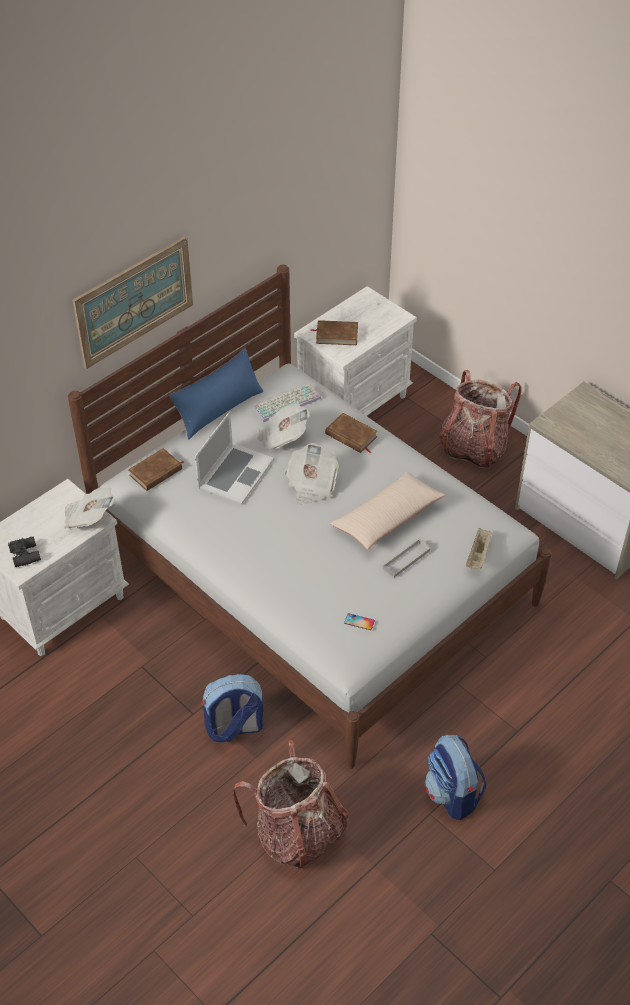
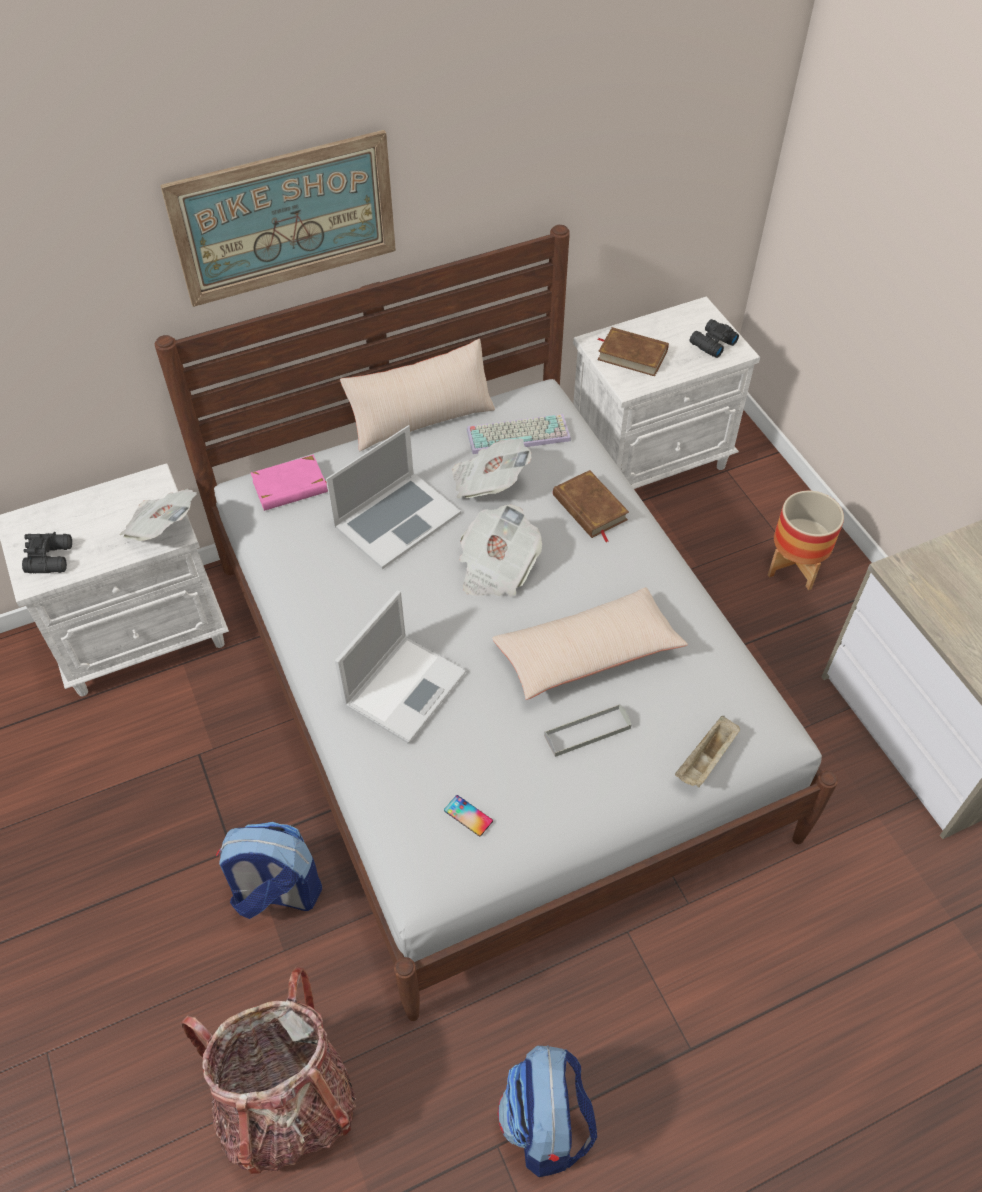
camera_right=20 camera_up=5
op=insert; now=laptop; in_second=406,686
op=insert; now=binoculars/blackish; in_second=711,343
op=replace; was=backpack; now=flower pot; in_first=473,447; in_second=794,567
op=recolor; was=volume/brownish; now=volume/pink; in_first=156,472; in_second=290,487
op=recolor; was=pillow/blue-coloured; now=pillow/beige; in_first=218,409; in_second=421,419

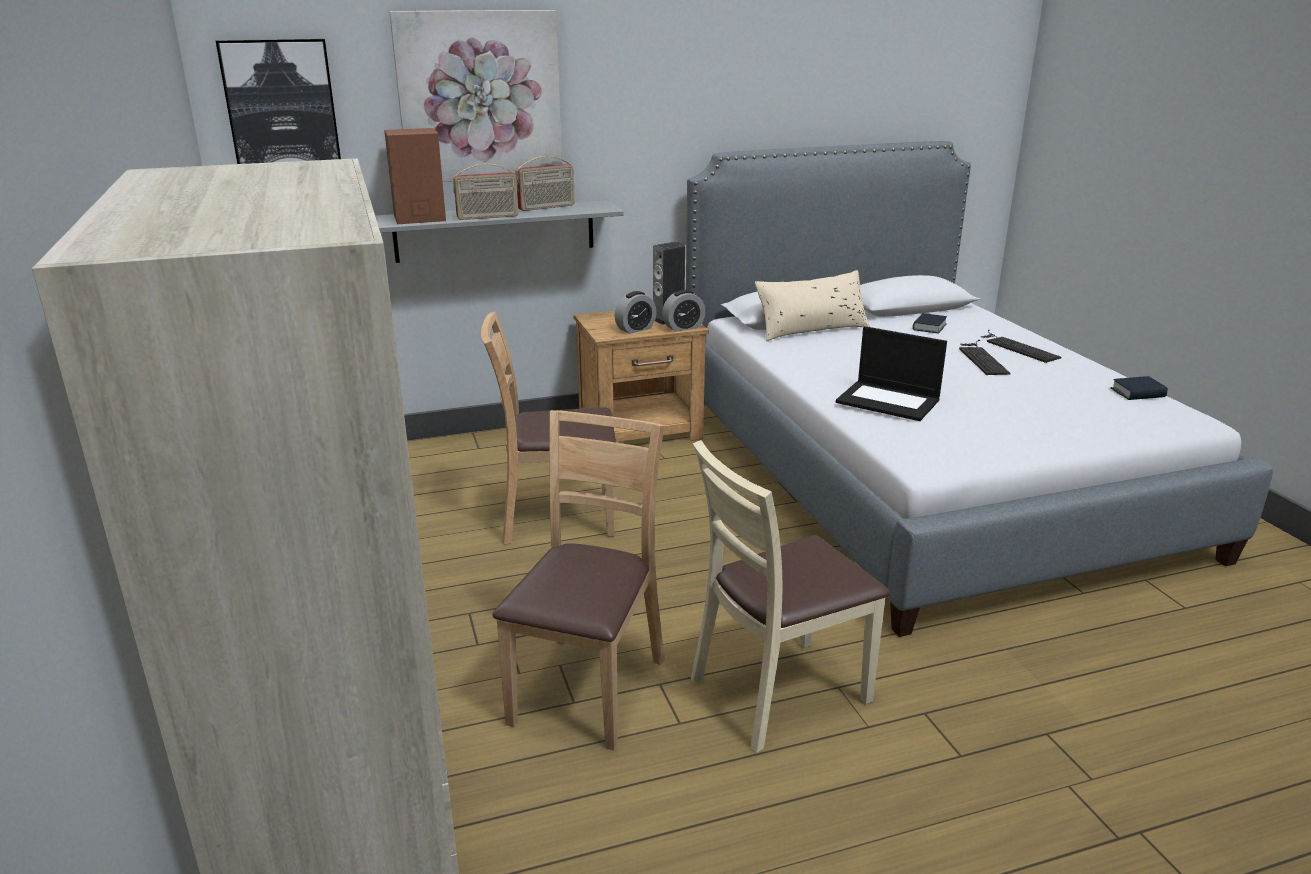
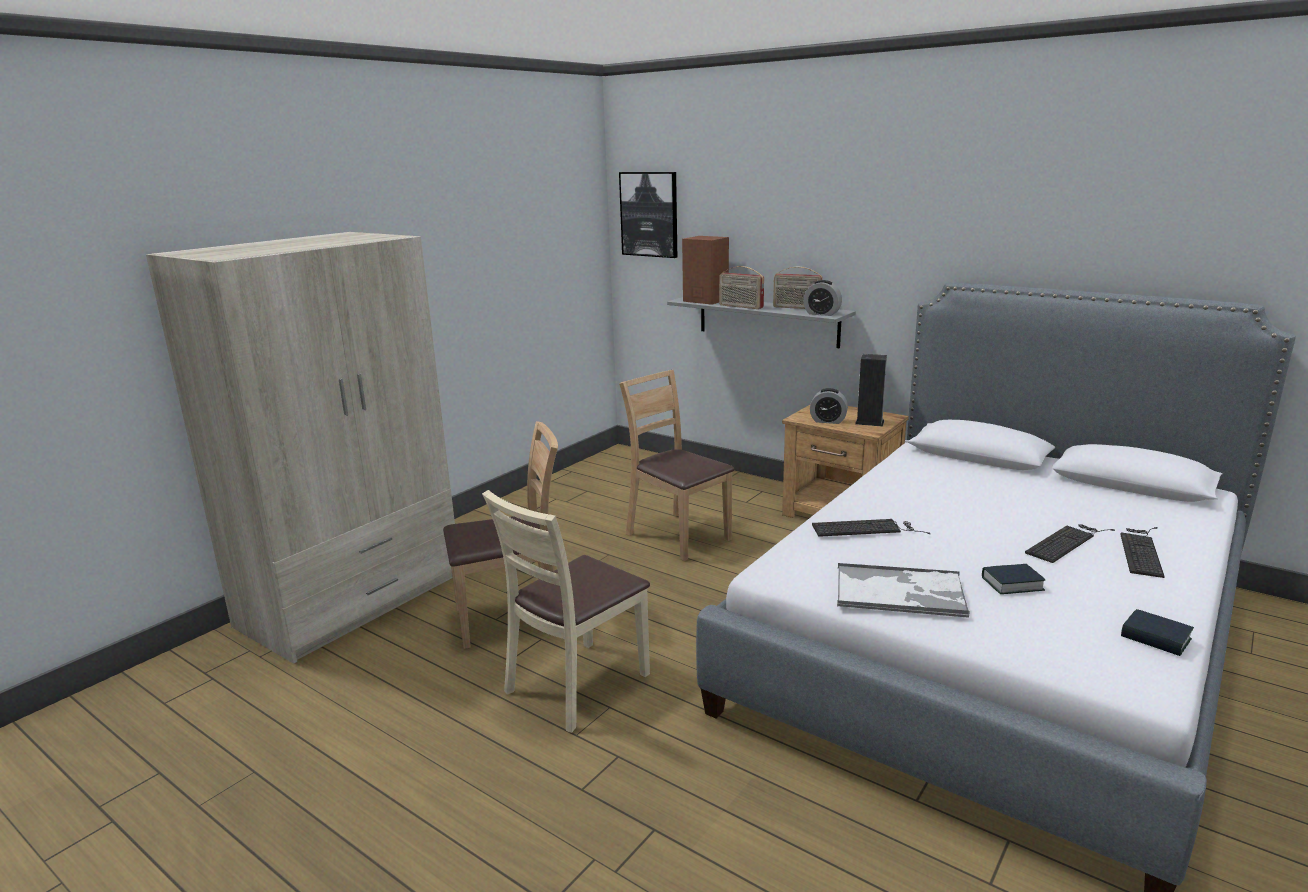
camera_right=55 camera_up=-5
op=delete; was=picture; in_first=480,97
op=delete; was=pillow/beige; in_first=811,329
op=insert; now=tray; in_second=901,591
op=move; was=table clock; in_first=683,327; in_second=822,314
op=move; was=volume; in_first=929,327; in_second=1012,584
op=replace; was=laptop; now=computer keyboard; in_first=889,401; in_second=866,529
op=rotate; was=chair/beige; in_first=778,692; in_second=577,685; clockwise=-75

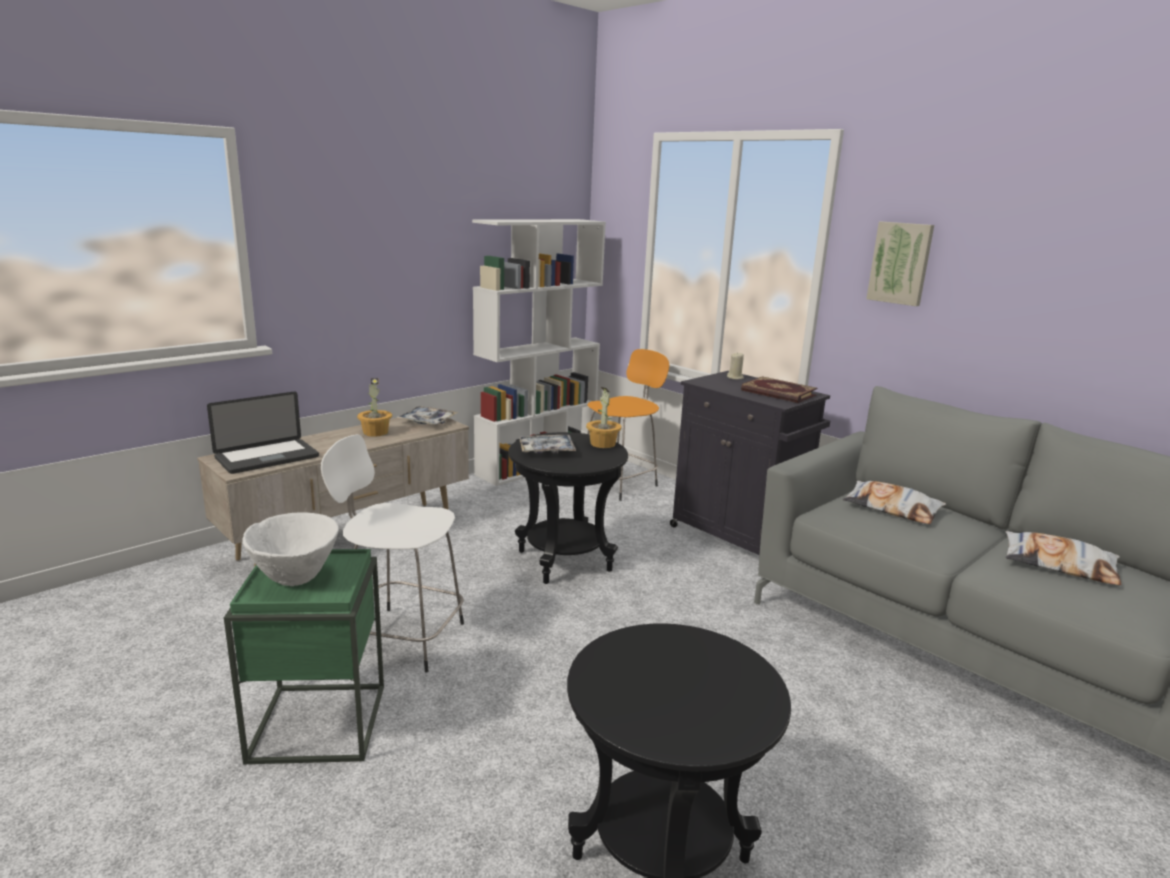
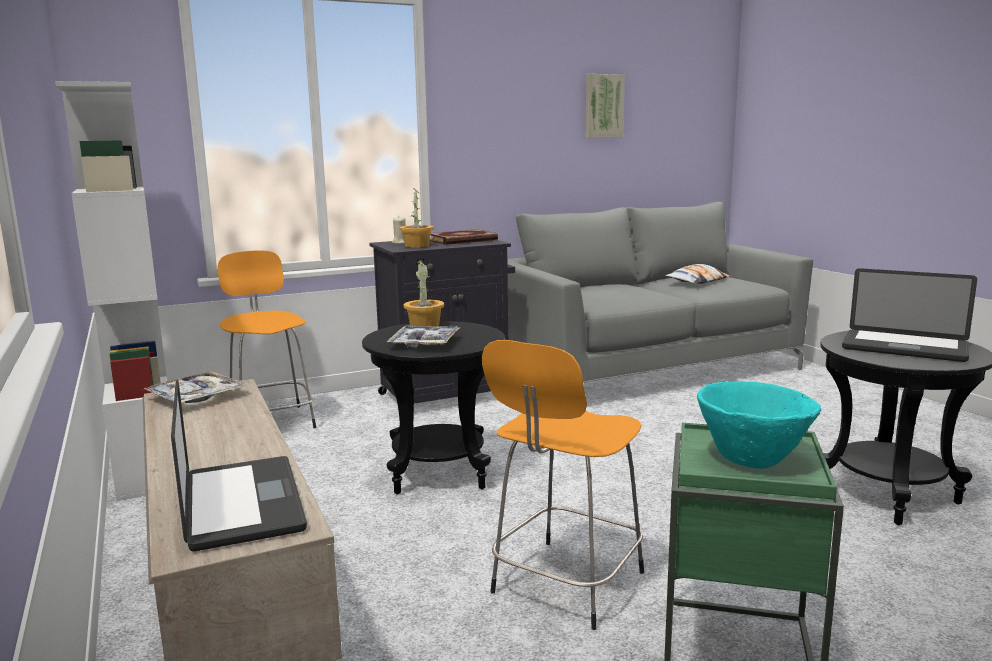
camera_right=-70 camera_up=-5
op=delete; was=pillow; in_first=892,508
op=insert; now=laptop; in_second=904,347
op=move; was=plant in a pot; in_first=375,432; in_second=416,245
op=move; was=picture; in_first=900,263; in_second=603,106
op=recolor; was=bowl/white; now=bowl/turquoise-coloured; in_first=295,578; in_second=753,460
op=recolor; was=stool/white; now=stool/orange-coloured; in_first=402,638; in_second=565,585

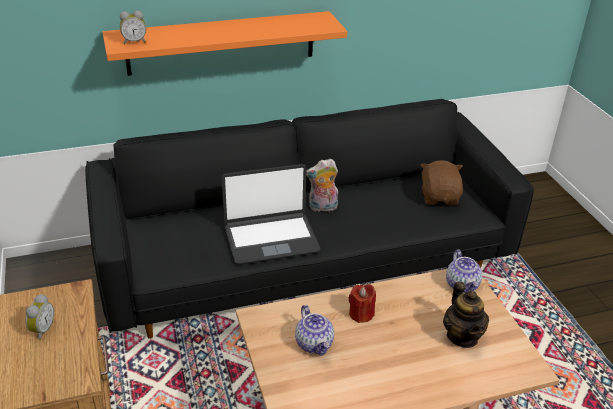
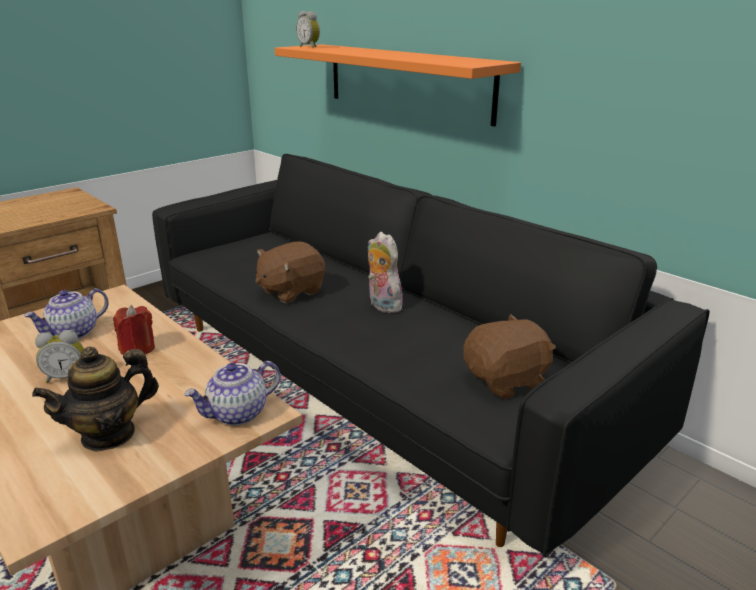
camera_right=65 camera_up=-10
op=move; was=table clock; in_first=41,330; in_second=67,377
op=replace; was=laptop; now=soft toy/brownish; in_first=271,239; in_second=290,291

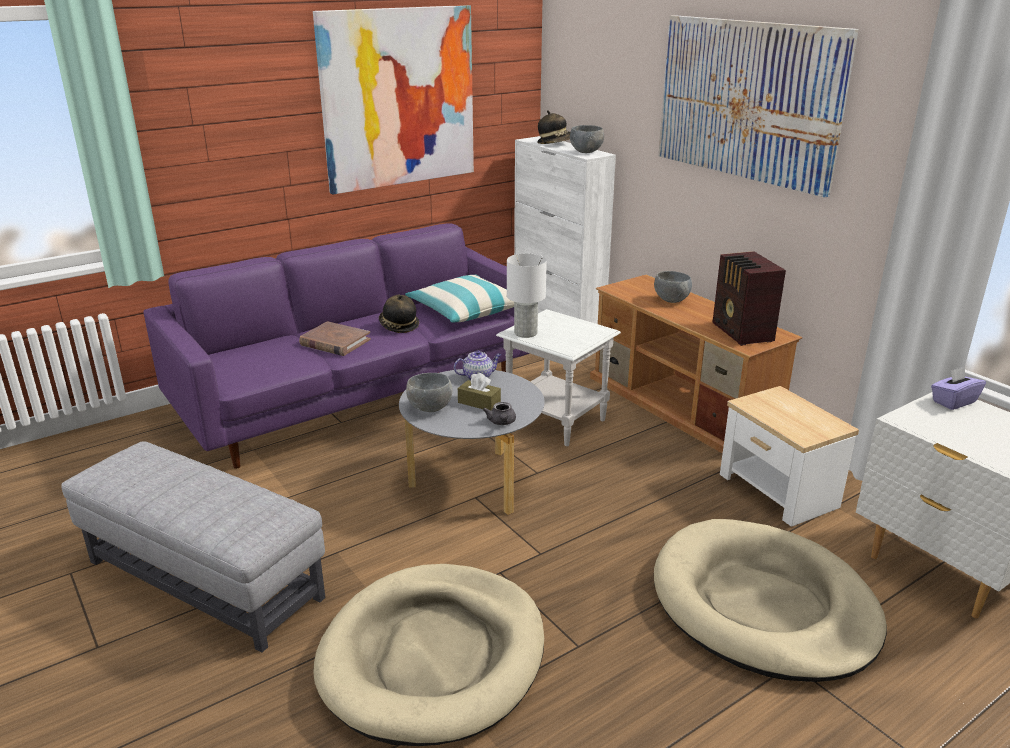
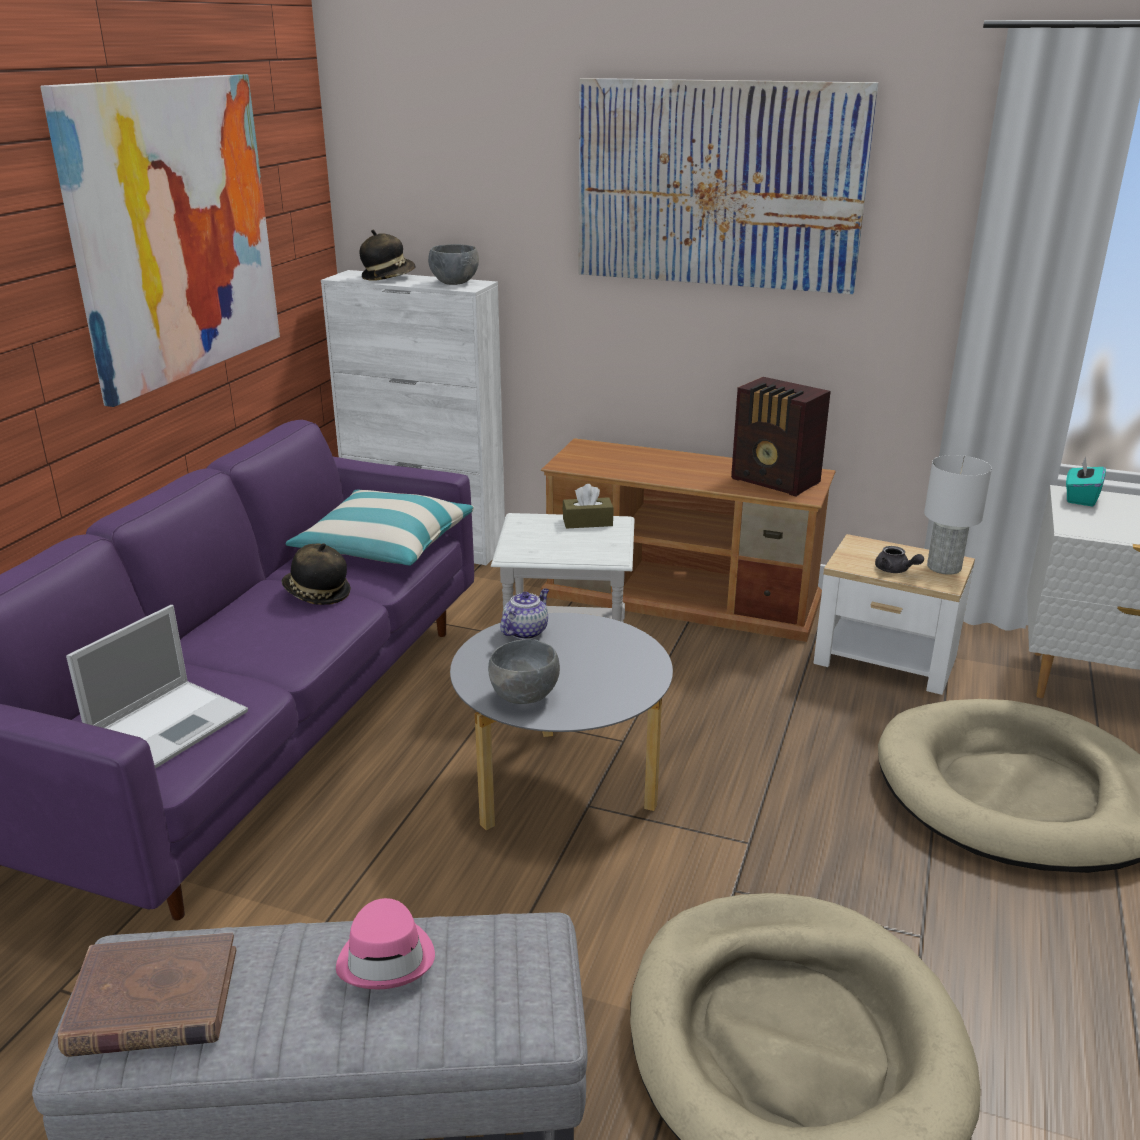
camera_right=-35 camera_up=0
op=delete; was=bowl/gray; in_first=671,300
op=insert; now=laptop; in_second=170,724
op=insert; now=wearable hat/pink; in_second=387,957
op=move; was=volume/brownish; in_first=335,342; in_second=153,1002
op=move; was=tissue box/brownish; in_first=479,402; in_second=587,522
op=move; was=teapot/gray; in_first=501,422; in_second=895,570
op=move; was=tabletop lamp/white; in_first=525,333; in_second=943,567
op=recolor; was=tissue box/purple; now=tissue box/turquoise-coloured; in_first=953,401; in_second=1080,498

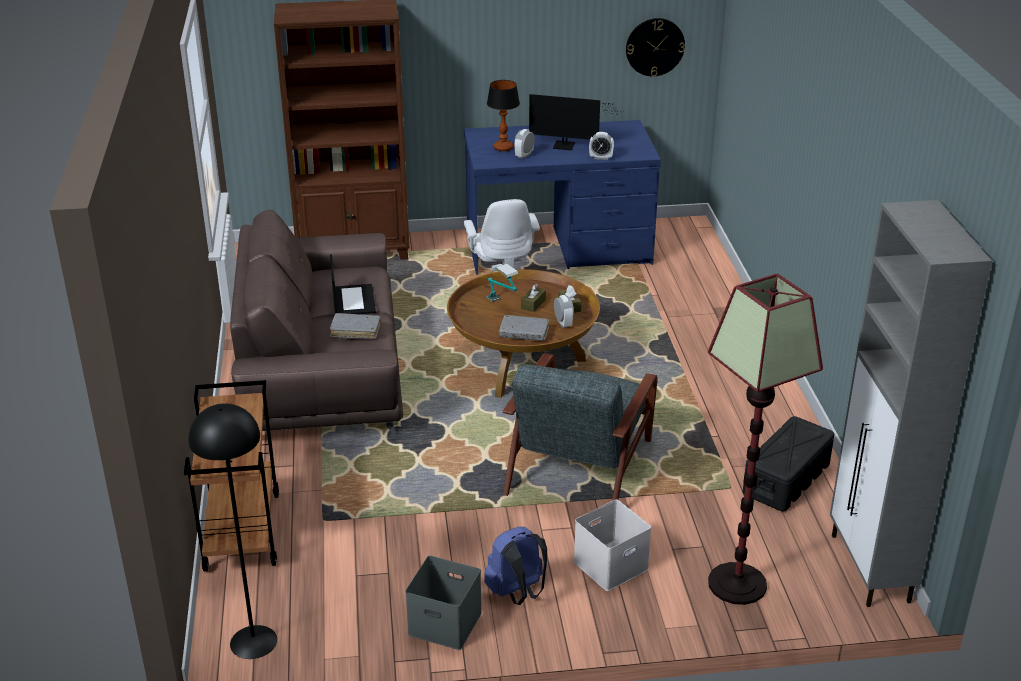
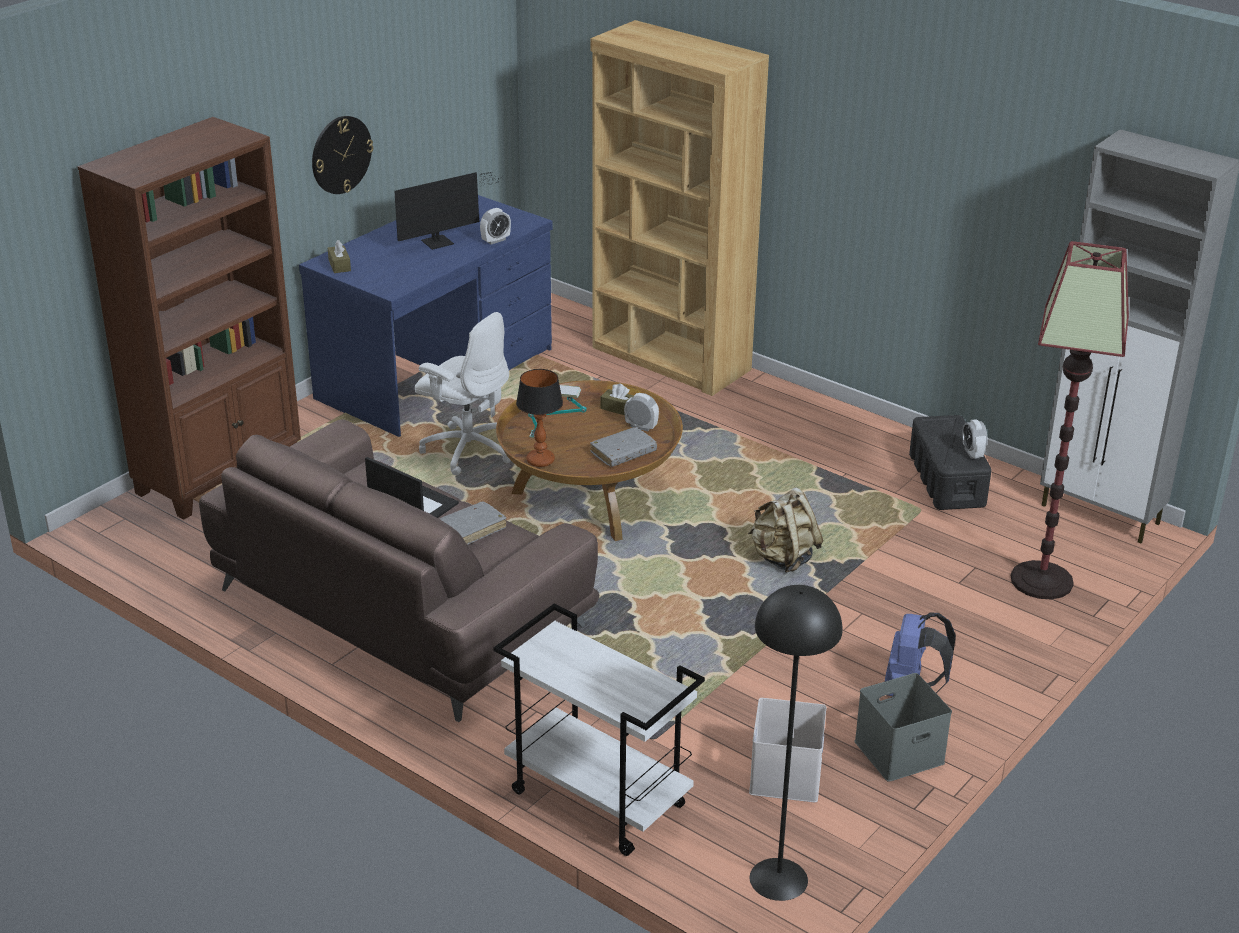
camera_right=-45 camera_up=0
op=insert; now=bookcase/brownish; in_second=670,359
op=move; was=tabletop lamp; in_first=502,148; in_second=540,461
op=move; was=table clock; in_first=524,155; in_second=972,453
op=move; was=tissue box/brownish; in_first=533,304; in_second=339,265
op=move; was=storage bin/white; in_first=611,564; in_second=784,774
op=move; was=wall clock; in_first=655,47; in_second=341,154
op=replace; was=lounge chair/gray; now=backpack/beige; in_first=579,464; in_second=783,558
op=recolor; was=wheeled cart/brownish; now=wheeled cart/white; in_first=241,531; in_second=595,799

